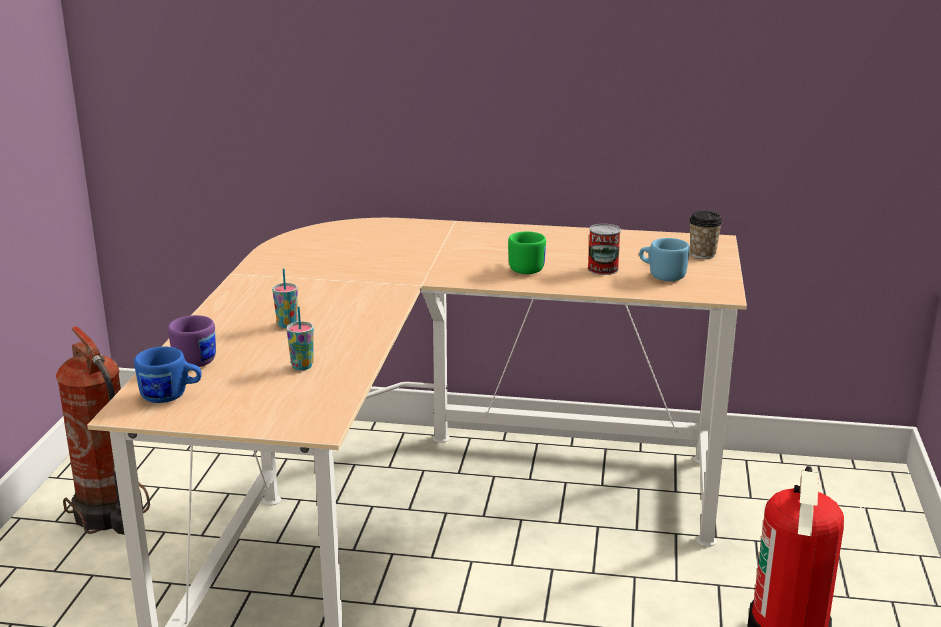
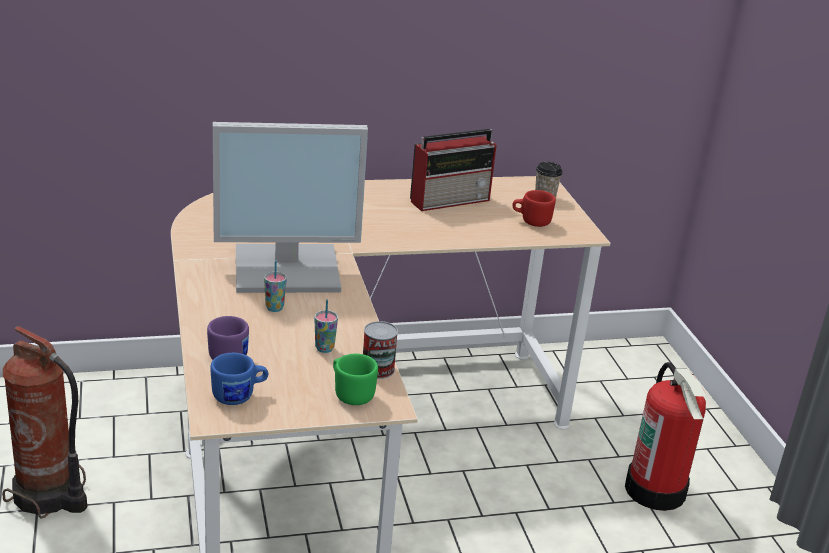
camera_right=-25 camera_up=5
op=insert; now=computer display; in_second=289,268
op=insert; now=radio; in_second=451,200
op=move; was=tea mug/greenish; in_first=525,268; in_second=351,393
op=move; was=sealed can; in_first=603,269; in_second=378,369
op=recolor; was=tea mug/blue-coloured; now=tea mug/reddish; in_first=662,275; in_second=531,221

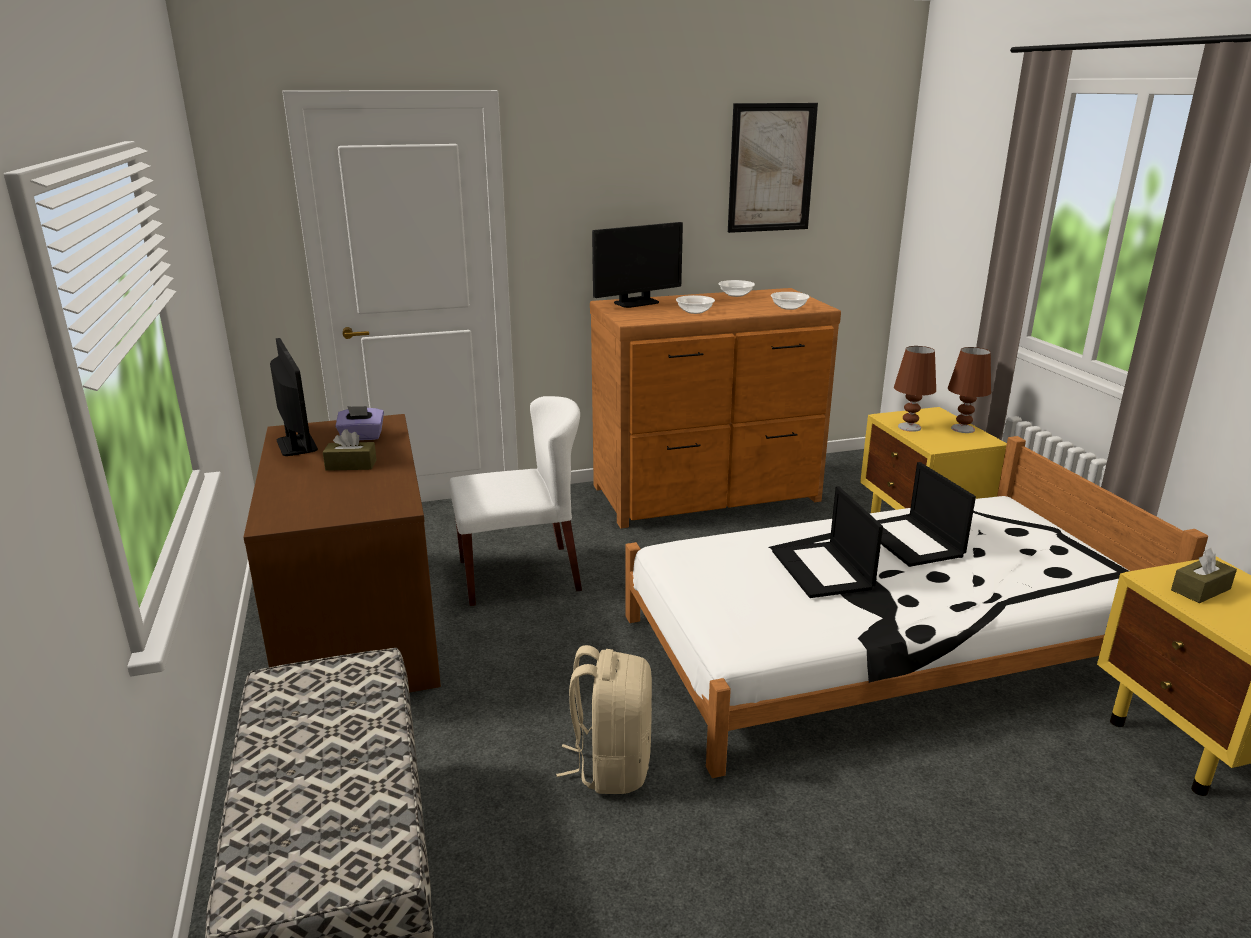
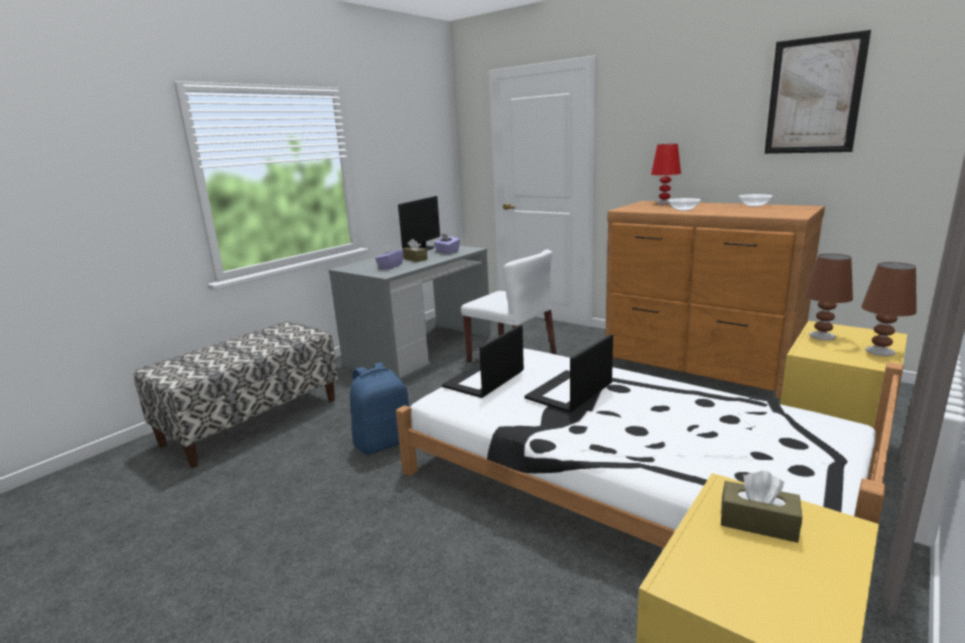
camera_right=55 camera_up=-5
op=delete; was=bowl; in_first=788,307
op=insert; now=tissue box/purple; in_second=390,266
op=move; was=laptop; in_first=912,541; in_second=484,380
op=replace; was=computer display; now=tabletop lamp/reddish; in_first=636,303; in_second=664,203
op=recolor; was=desk unit/brownish; now=desk unit/gray; in_first=357,623; in_second=420,350
op=recolor; was=backpack/beige; now=backpack/blue-coloured; in_first=611,765; in_second=383,442

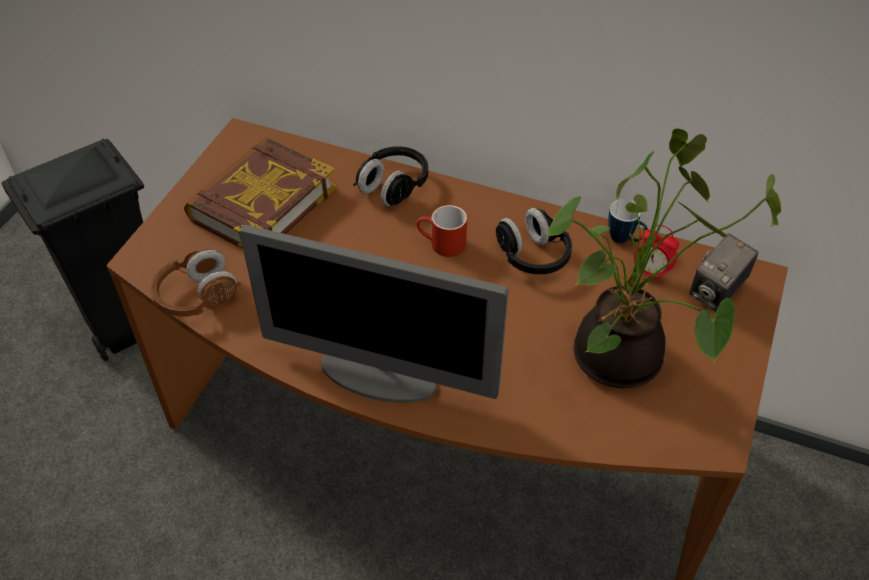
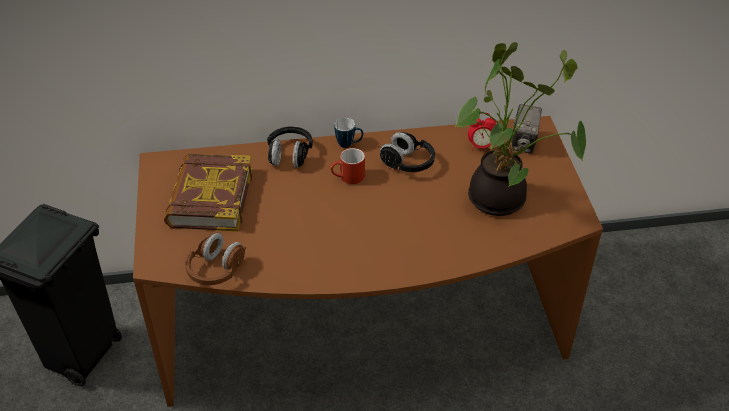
camera_right=-30 camera_up=-5
op=delete; was=computer display; in_first=379,376
op=move; was=tea mug; in_first=624,240; in_second=349,145

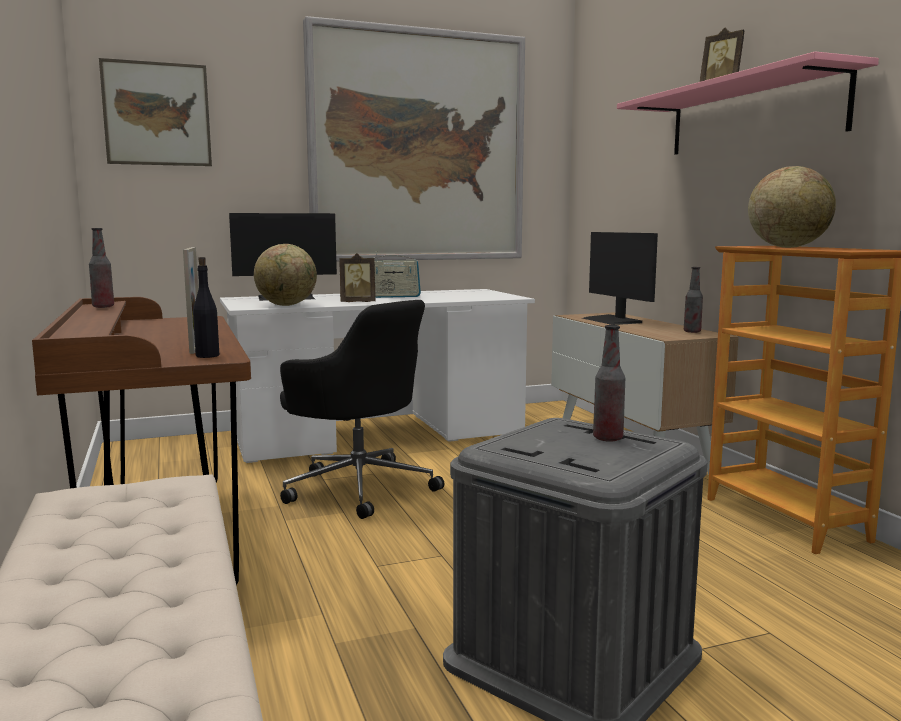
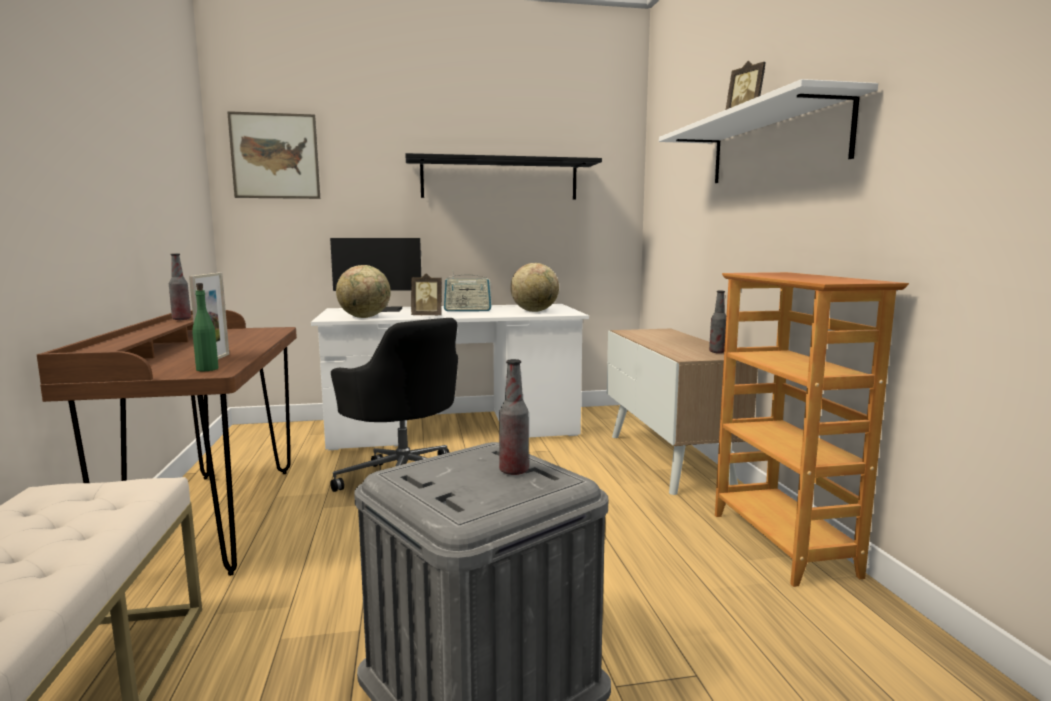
camera_right=10 camera_up=0
op=delete; was=computer display; in_first=612,320
op=move; was=world globe; in_first=787,247; in_second=534,311
op=replace; was=picture; now=bracket shelf/blackish; in_first=417,147; in_second=499,180
op=recolor; was=drink bottle/blackish; now=drink bottle/greenish; in_first=207,356; in_second=207,369
op=recolor; was=bracket shelf/pink; now=bracket shelf/white; in_first=752,115; in_second=774,145

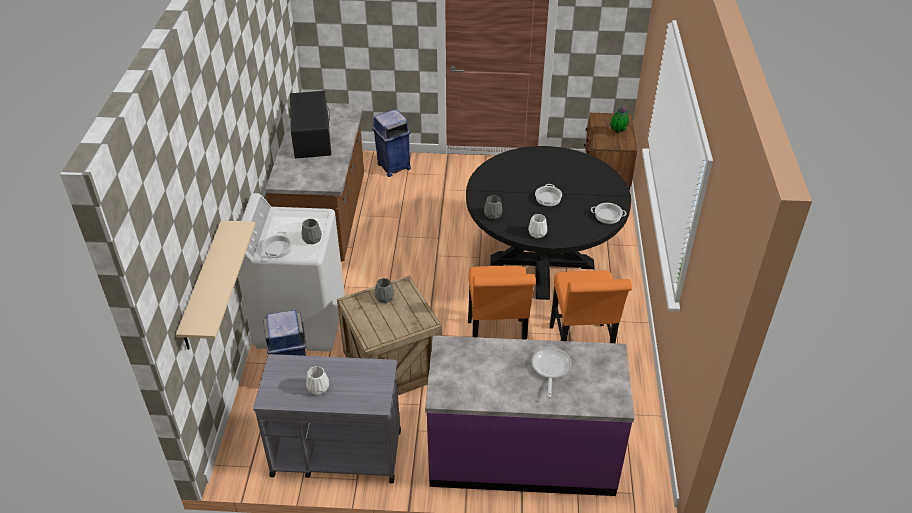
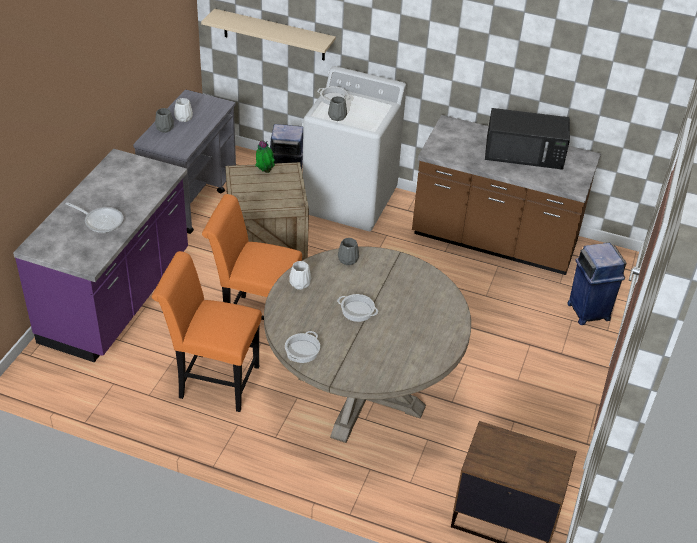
camera_right=105 camera_up=0
op=move; was=flower vase/gray; in_first=384,297; in_second=165,128
op=move; was=plant in a pot; in_first=617,133; in_second=265,171
op=recolor; was=dining table/blackish; now=dining table/beige; in_first=542,263; in_second=361,393

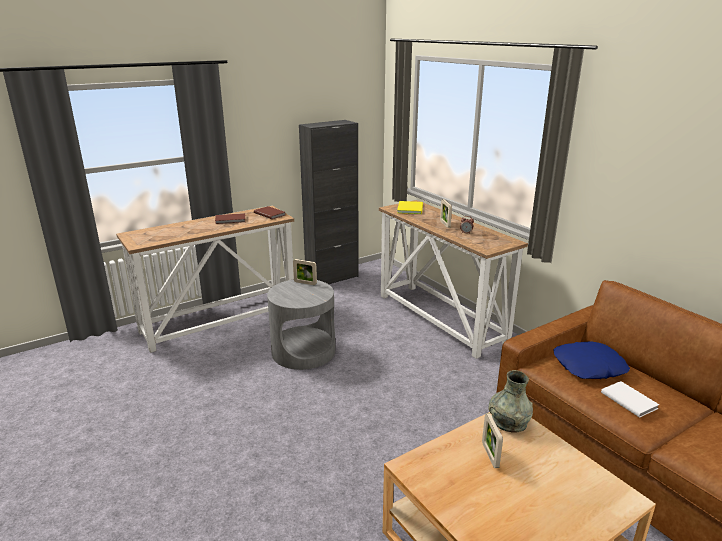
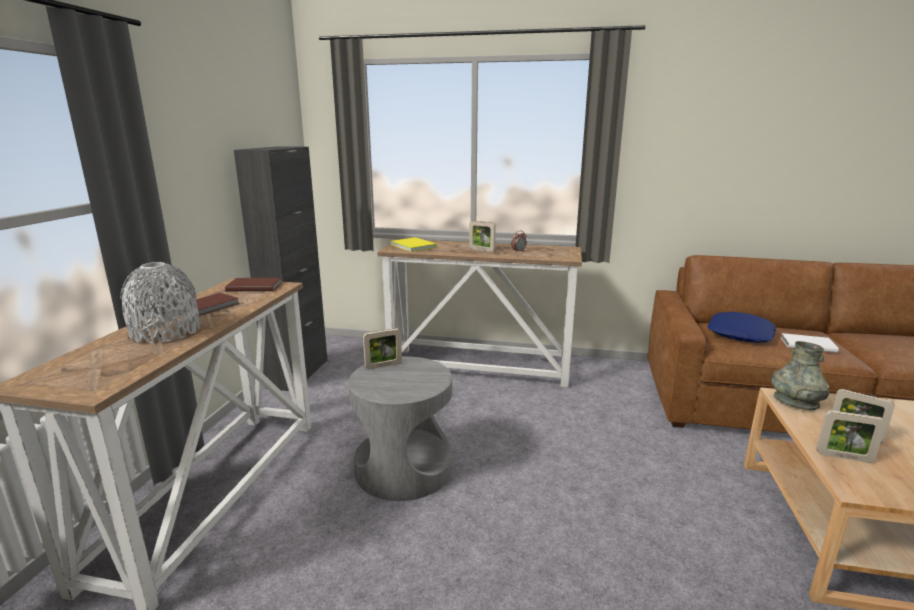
camera_right=-45 camera_up=-5
op=insert; now=flower vase/gray; in_second=166,332
op=insert; now=photo frame; in_second=844,457

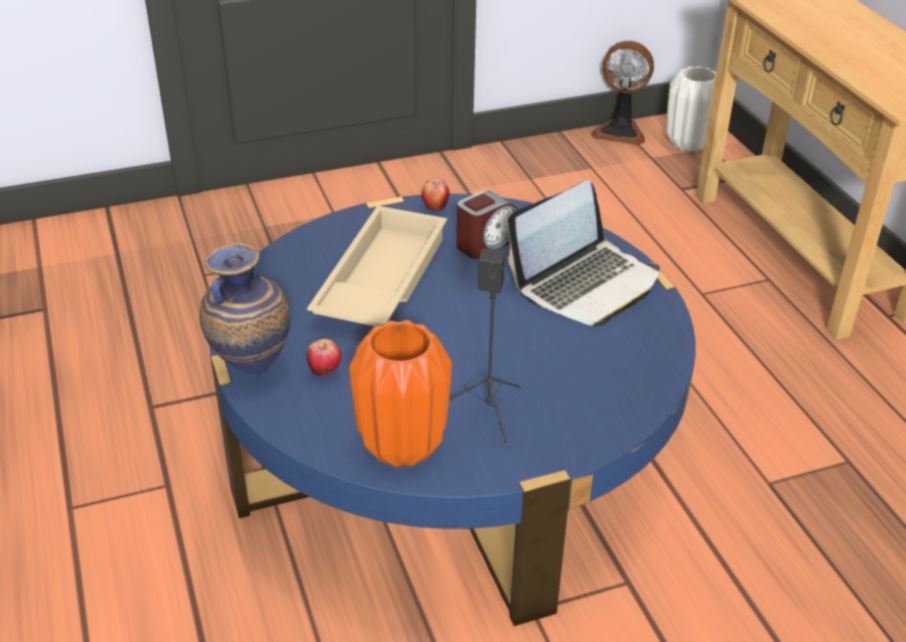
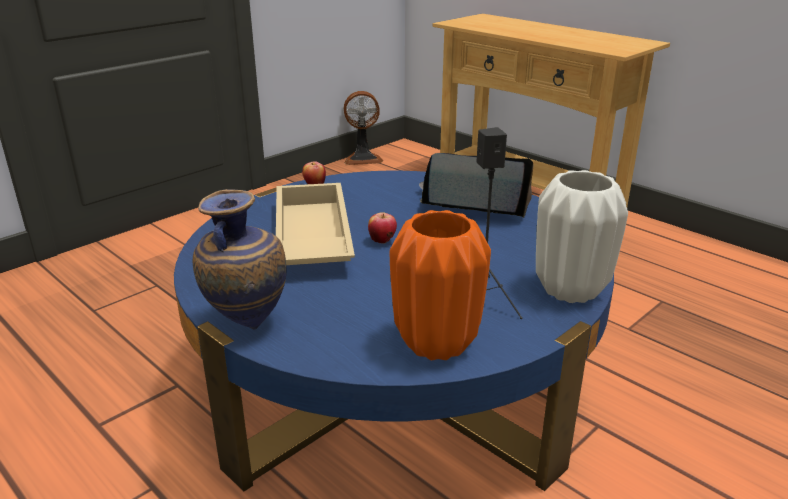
camera_right=-25 camera_up=-10
op=delete; was=table clock; in_first=486,243
op=move; was=apple fruit; in_first=325,372; in_second=382,241
op=move; was=flower vase/white; in_first=688,144; in_second=570,290
op=rotate; was=laptop; in_first=586,284; in_second=471,205; clockwise=-105

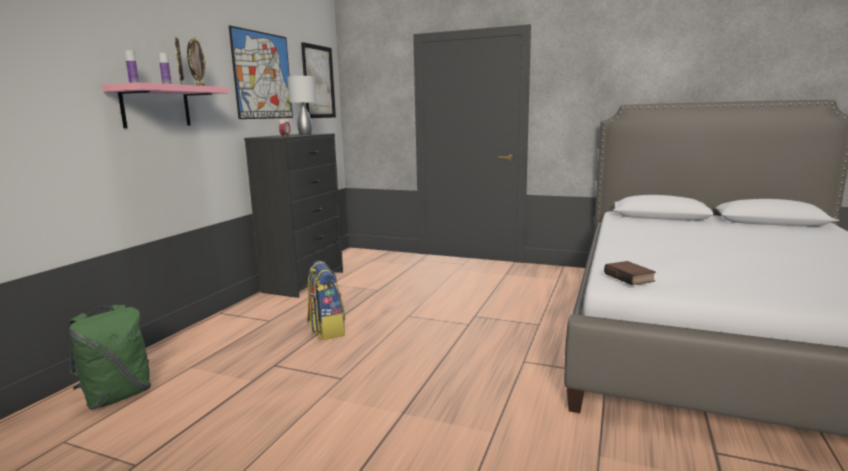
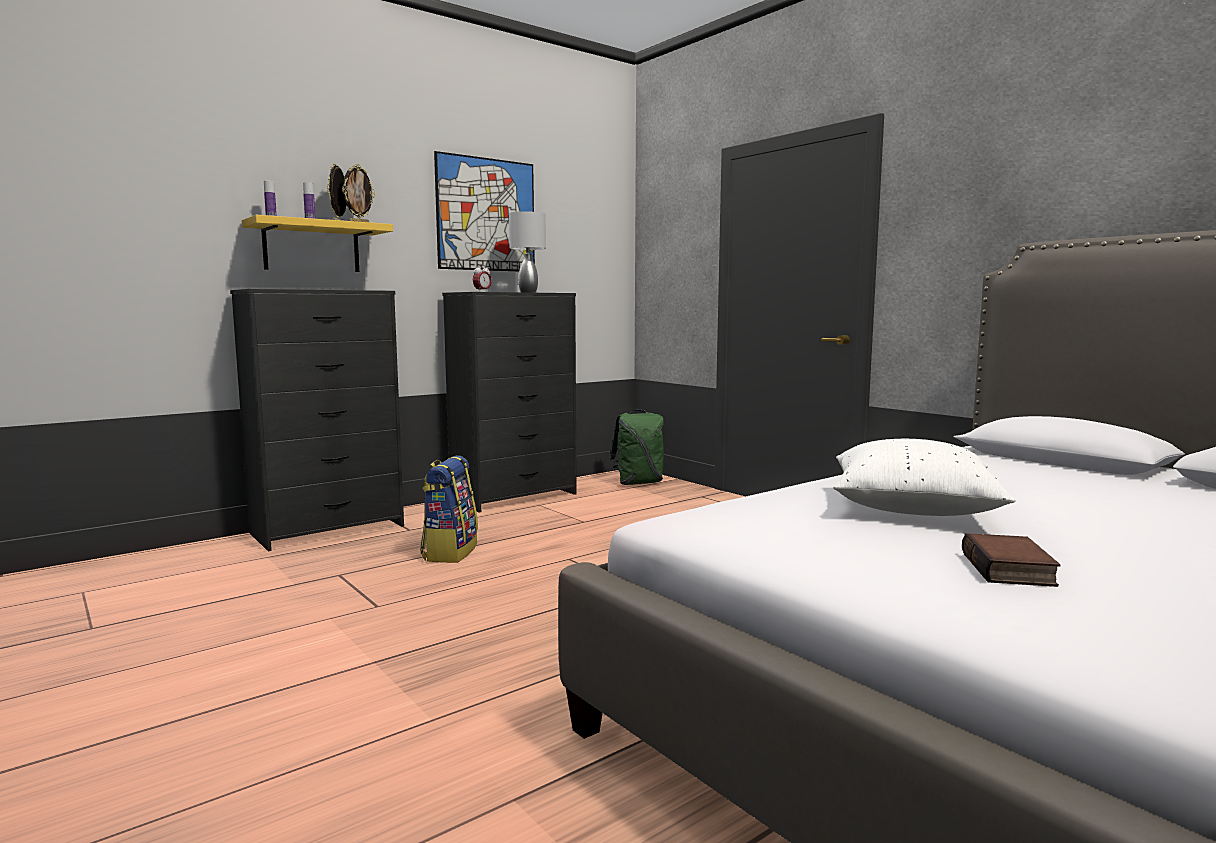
camera_right=30 camera_up=-5
op=delete; was=picture; in_first=318,82
op=insert; now=dresser/blackish; in_second=329,529
op=insert; now=pillow/white; in_second=912,509
op=move; was=backpack/greenish; in_first=117,396; in_second=638,483
op=move; was=volume; in_first=630,277; in_second=1011,570
op=recolor; was=bracket shelf/pink; now=bracket shelf/yellowish; in_first=156,107; in_second=311,247

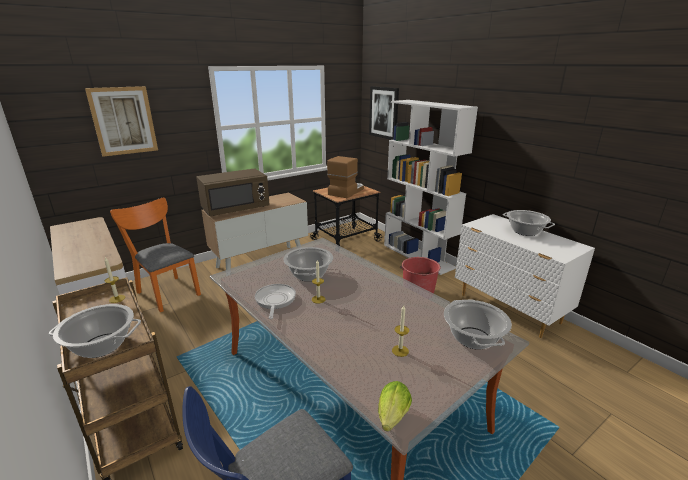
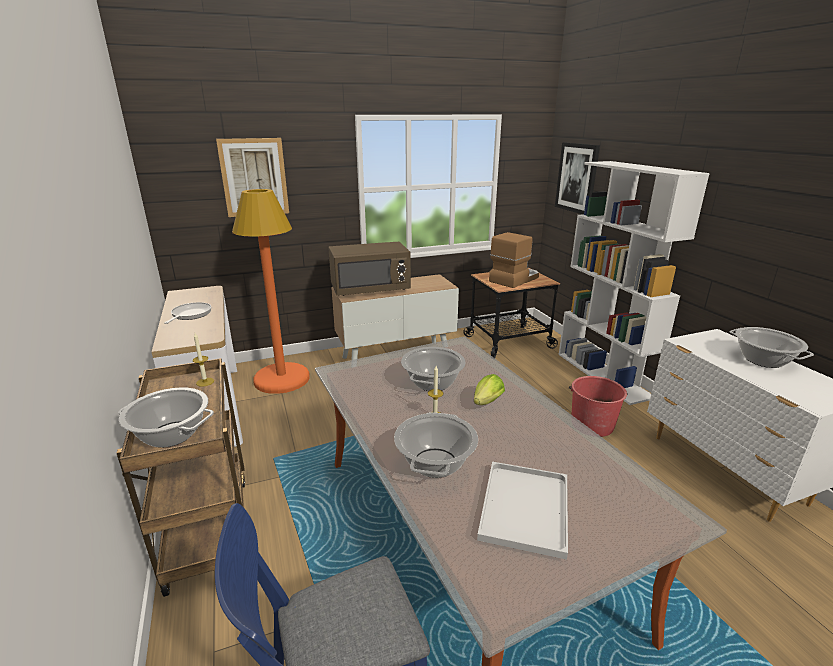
camera_right=15 camera_up=0
op=move; was=frying pan; in_first=275,300; in_second=190,315
op=move; was=lettuce; in_first=392,419; in_second=486,403
op=move; was=cooking pot; in_first=473,338; in_second=435,463
op=replace; was=chair/orange-coloured; now=floor lamp/orange-coloured; in_first=166,291; in_second=282,379
op=replace; was=wax light; now=tray/white; in_first=400,351; in_second=523,506

